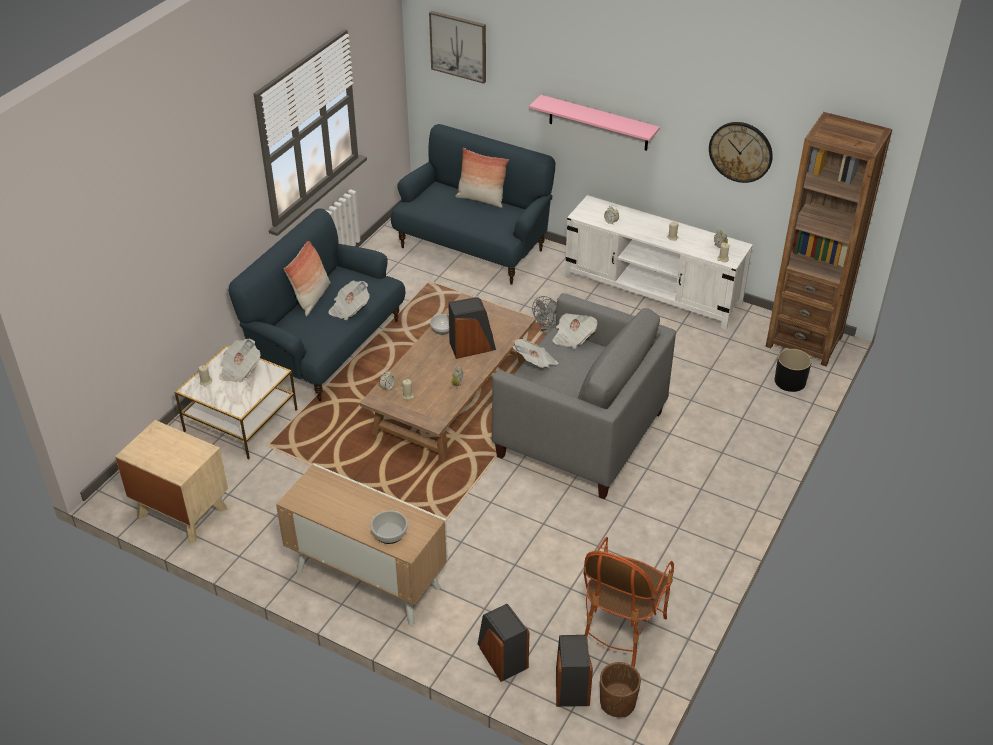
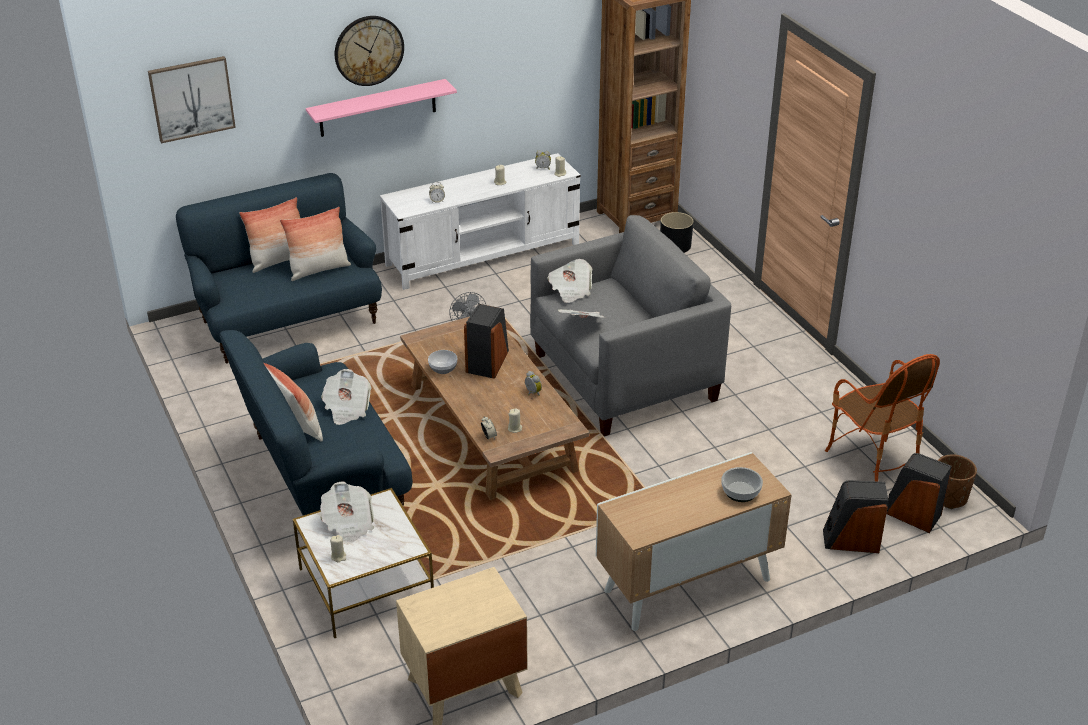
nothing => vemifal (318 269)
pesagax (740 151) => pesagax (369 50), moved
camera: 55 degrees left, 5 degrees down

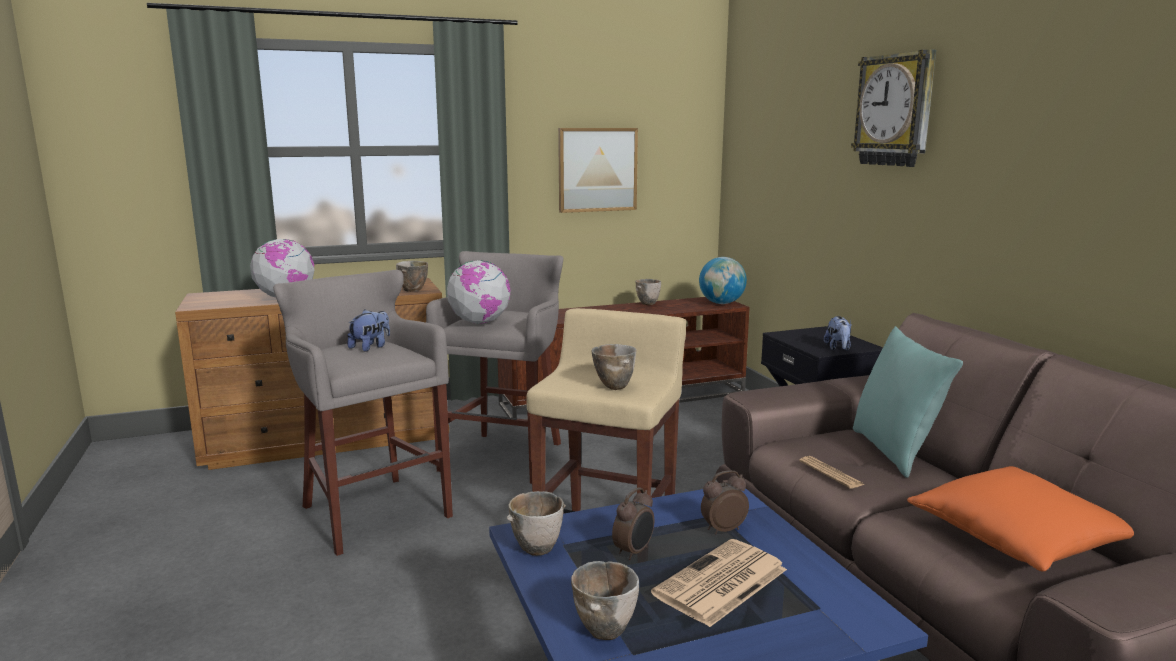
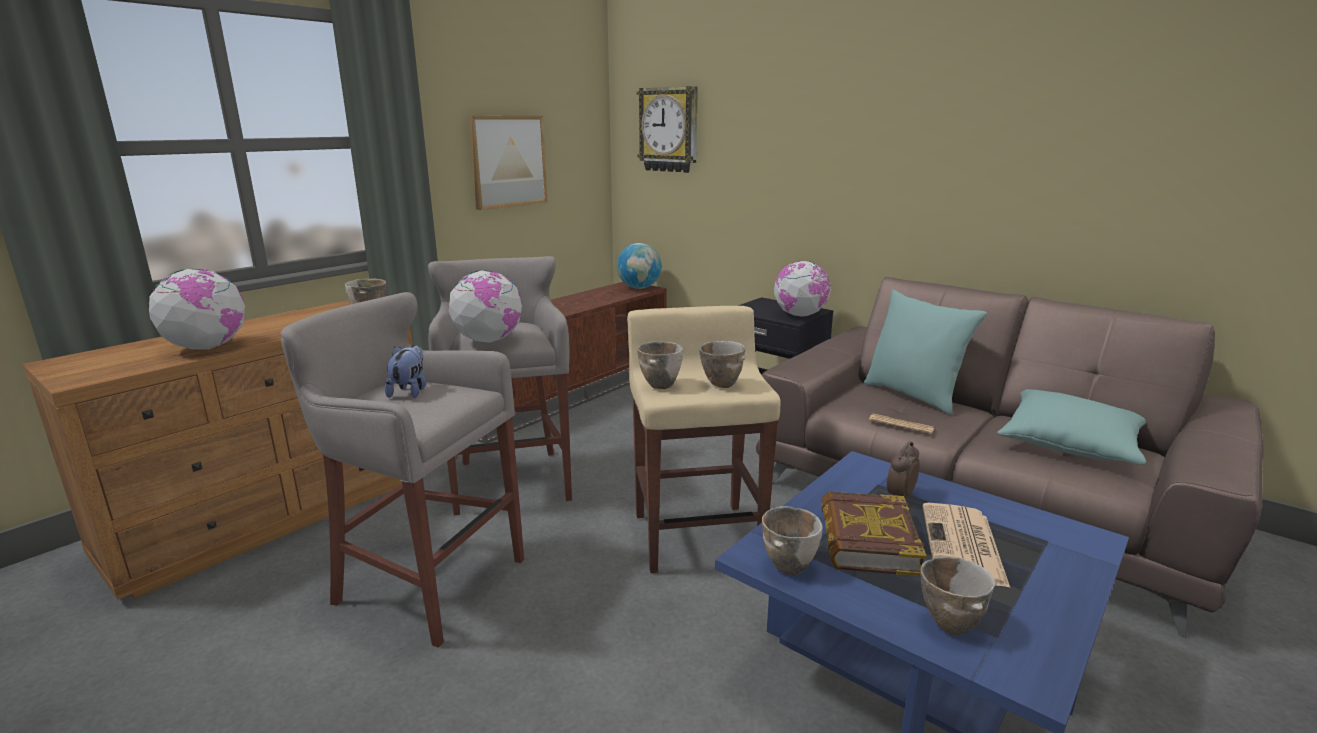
pesagax (895 110) => pesagax (669 130), moved
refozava (648 303) => refozava (661 385), moved
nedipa (838 348) => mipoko (800 315)
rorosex (634 552) => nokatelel (867 540)
orange vemifal (1019 539) => turquoise vemifal (1071 444)
camera: 30 degrees left, 5 degrees up

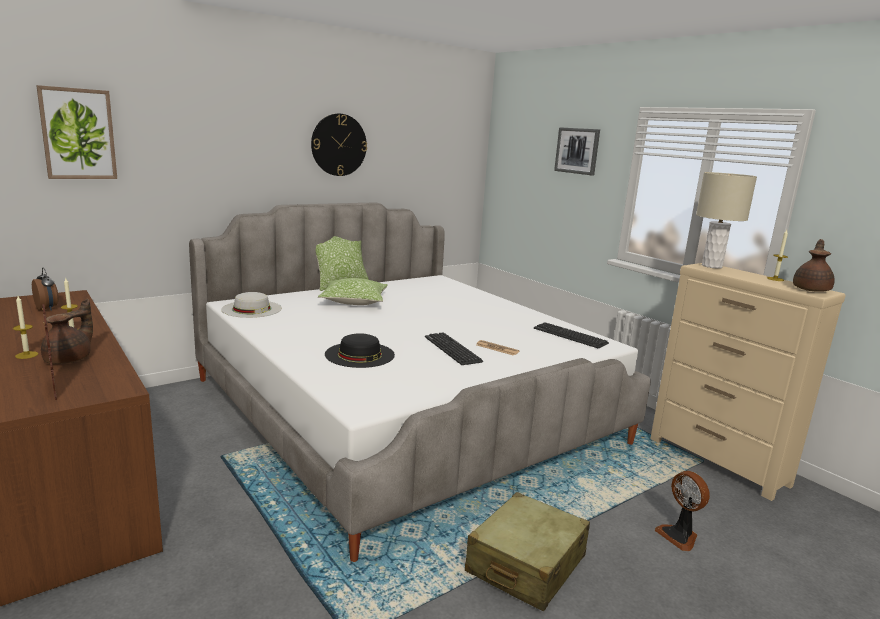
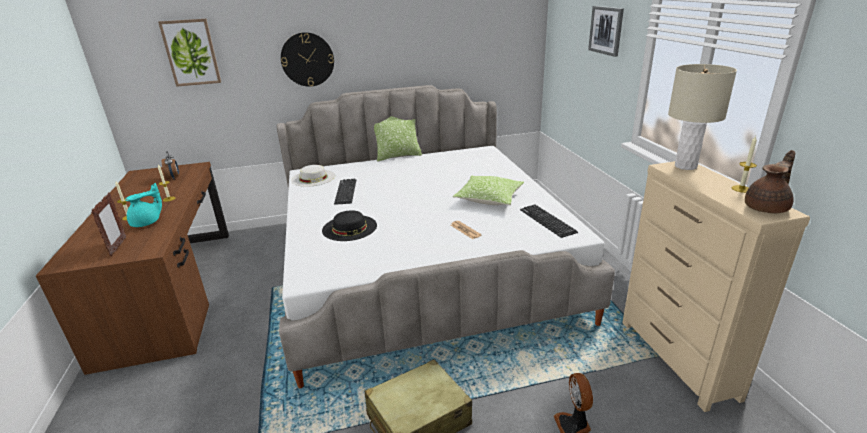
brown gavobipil (70 359) => turquoise gavobipil (147 223)
pesagax (339 145) => pesagax (307 59), moved
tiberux (452 349) => tiberux (345 192), moved
vemifal (354 301) => vemifal (489 199), moved
camera: 25 degrees right, 10 degrees up

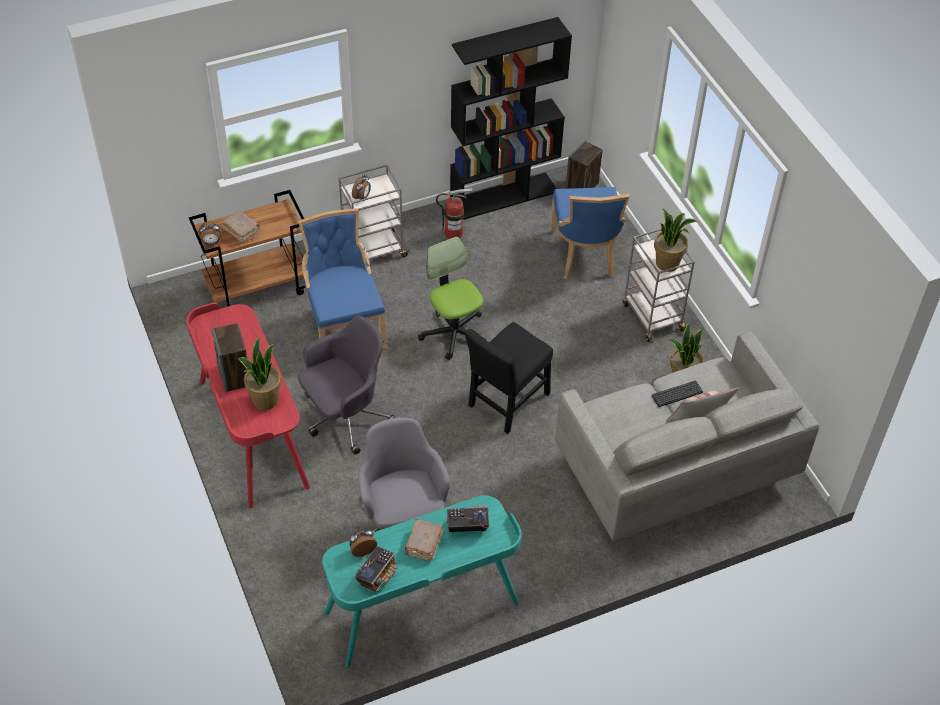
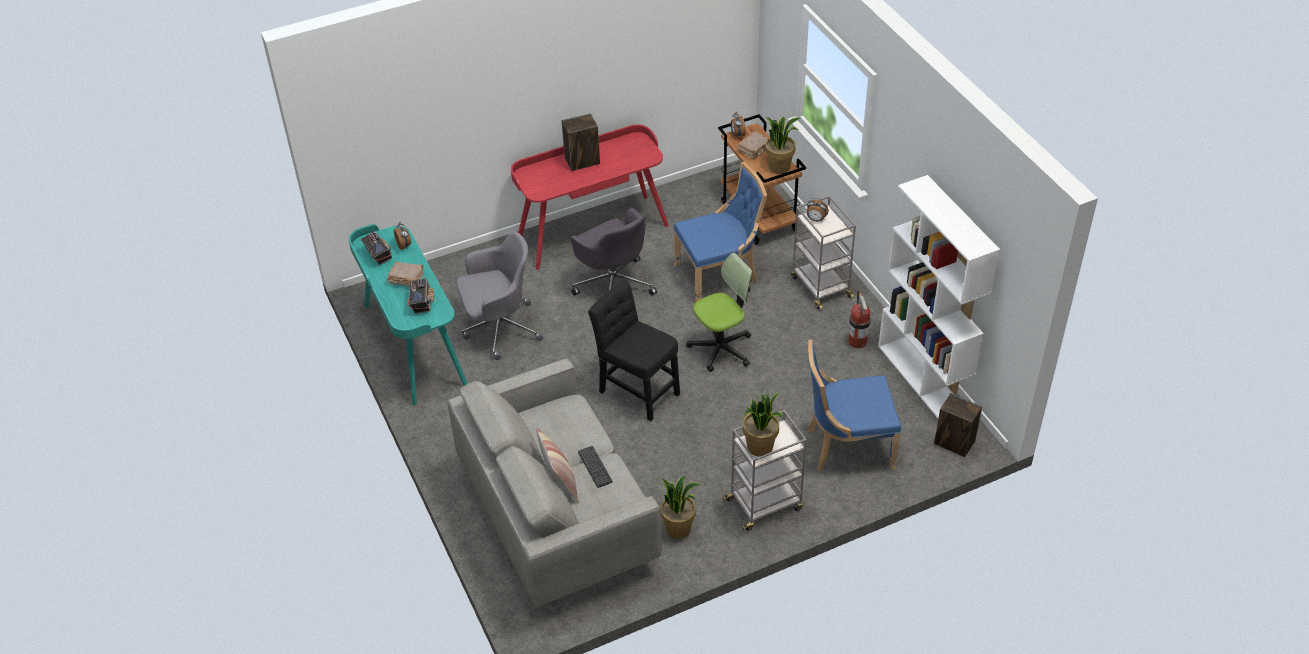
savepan (377 576) => savepan (378 255), 150 degrees counterclockwise
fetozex (265 400) => fetozex (779 167), moved
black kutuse (504 196) => white kutuse (923 378)
camera: 90 degrees right, 5 degrees down

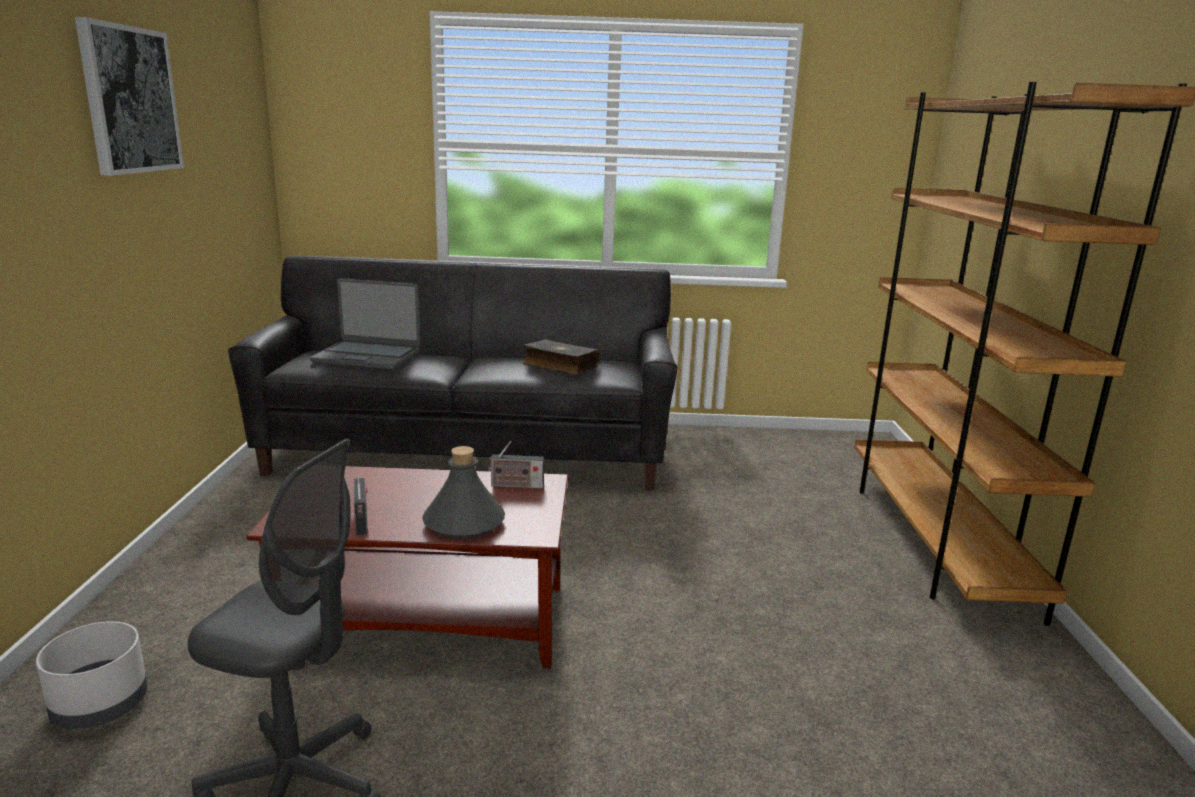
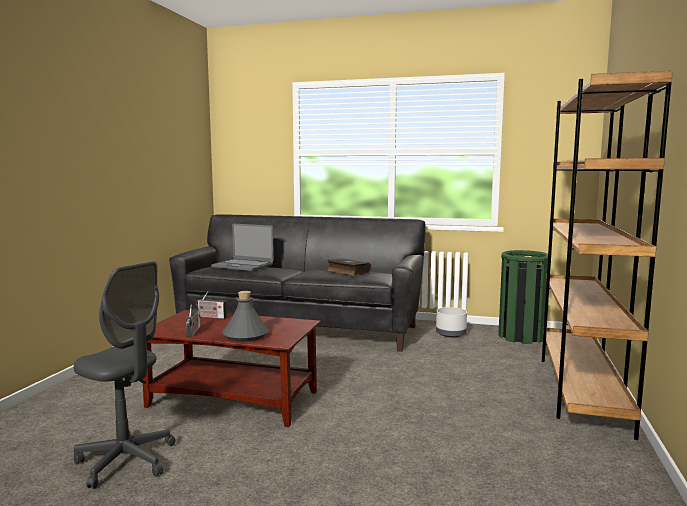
savepan (514 485) => savepan (210 317), moved
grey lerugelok (101 705) => grey lerugelok (451 334), moved
nothing => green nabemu (521 336)
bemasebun (130 100) => nothing
camera: 15 degrees right, 10 degrees down

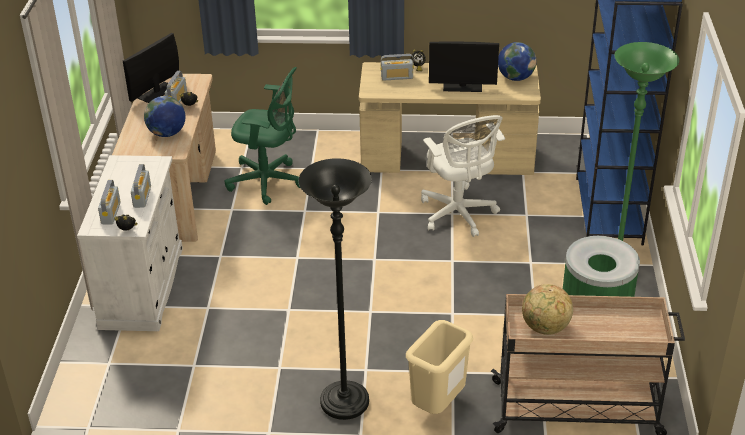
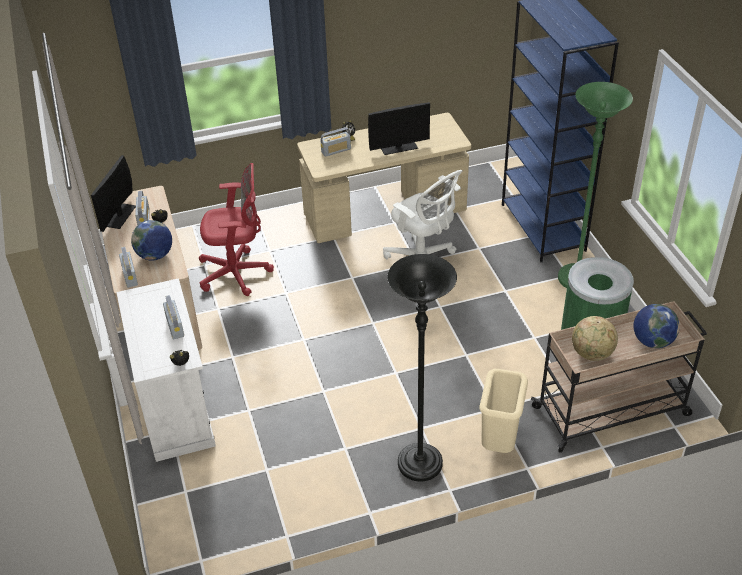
savepan (111 213) => savepan (130 276), moved
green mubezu (268 182) => red mubezu (237 273)
mipoko (515 78) => mipoko (652 341), moved
camera: 20 degrees left, 5 degrees up

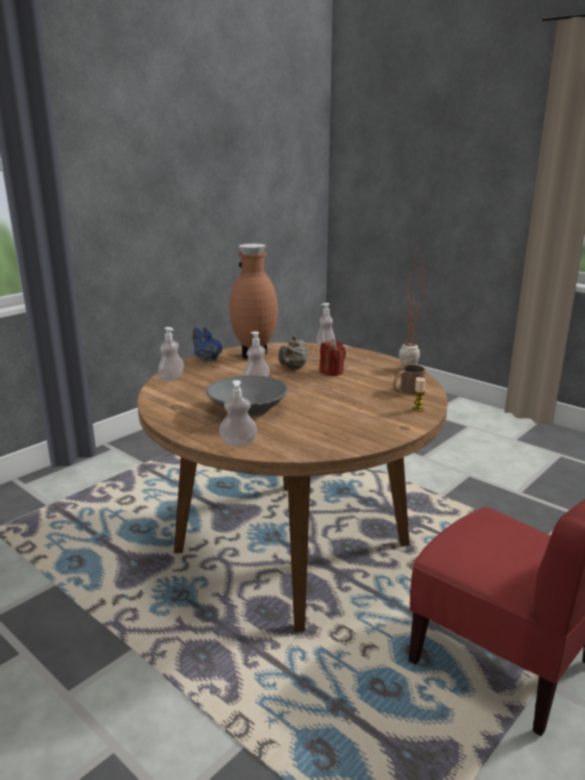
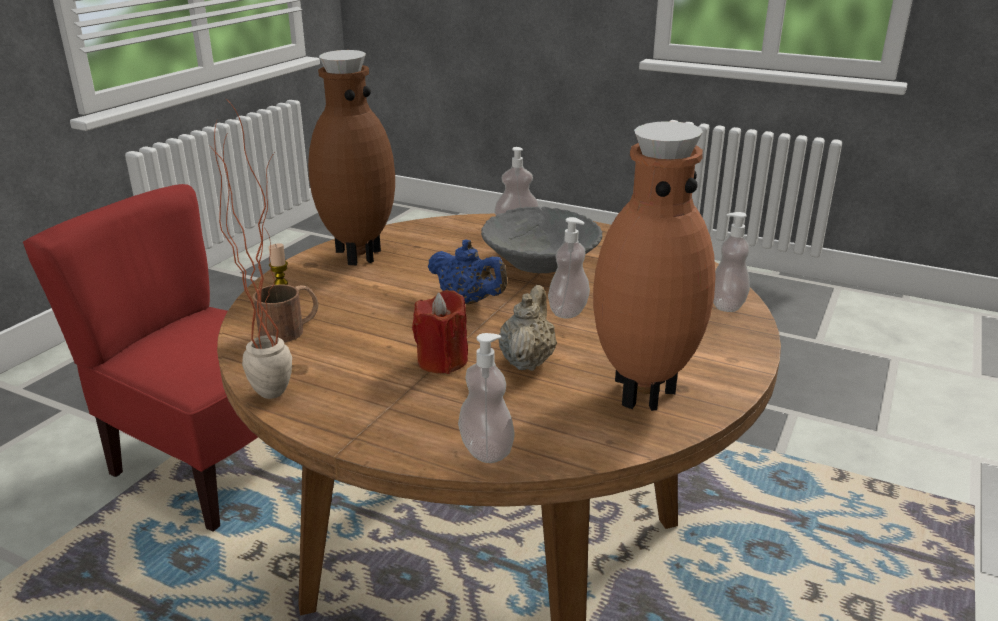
nothing => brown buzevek (357 255)
blue gavobipil (206 359) => blue gavobipil (468 301), moved
camera: 165 degrees right, 5 degrees up

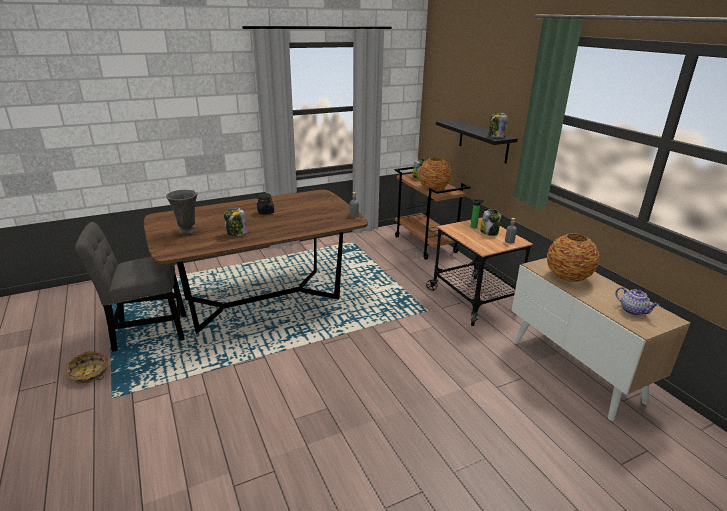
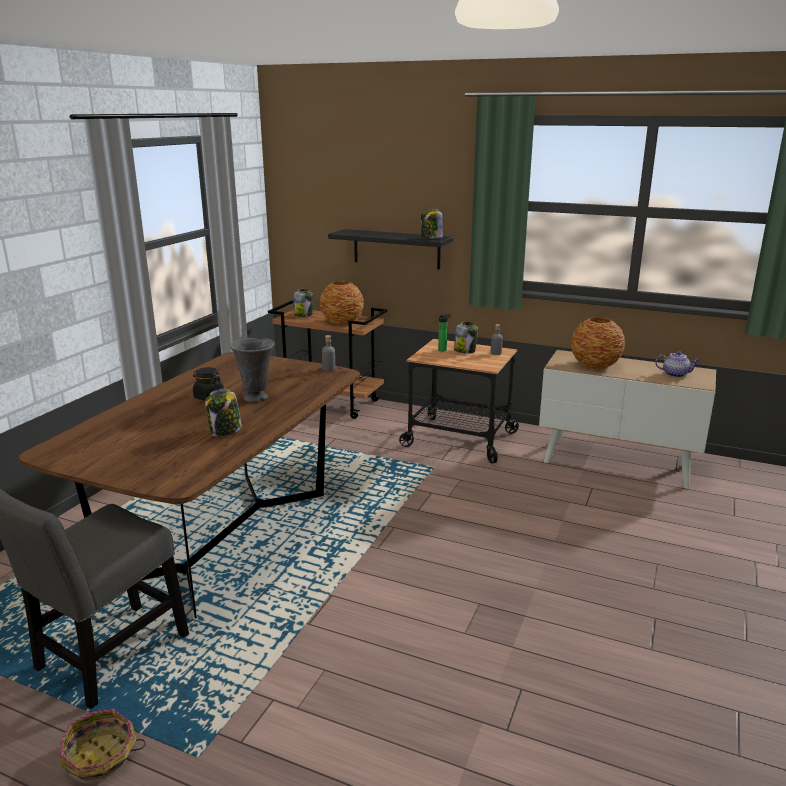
grey buzevek (188 231) => grey buzevek (257 398), moved
camera: 40 degrees left, 5 degrees down

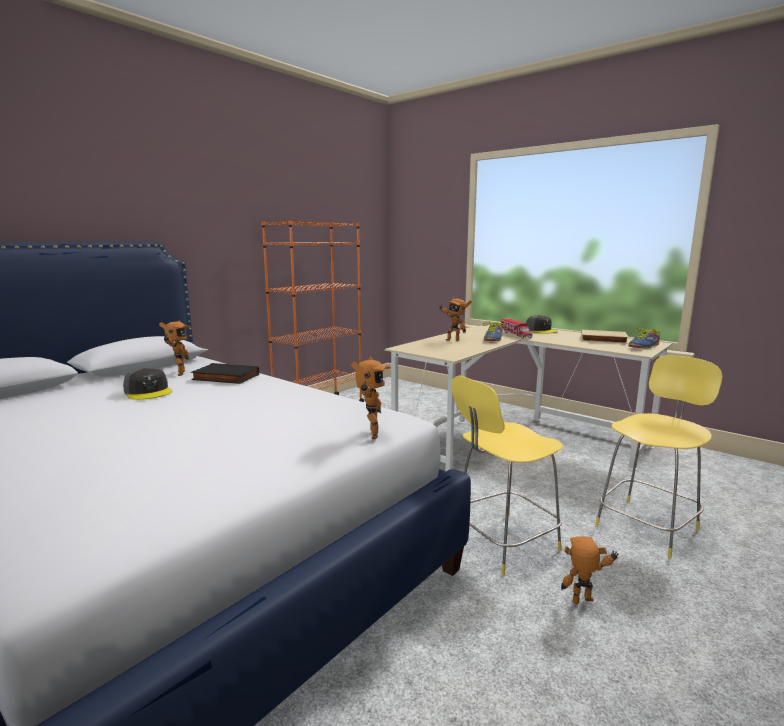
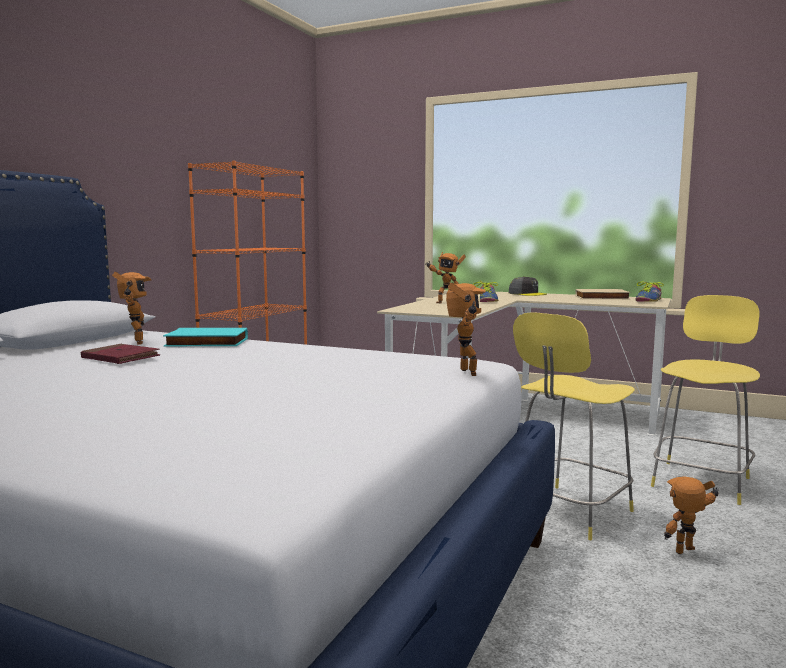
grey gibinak (148 391) => red nokatelel (120 358)
black nokatelel (224 377) => turquoise nokatelel (206 343)
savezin (515 334) => nothing
camera: 15 degrees left, 5 degrees down

